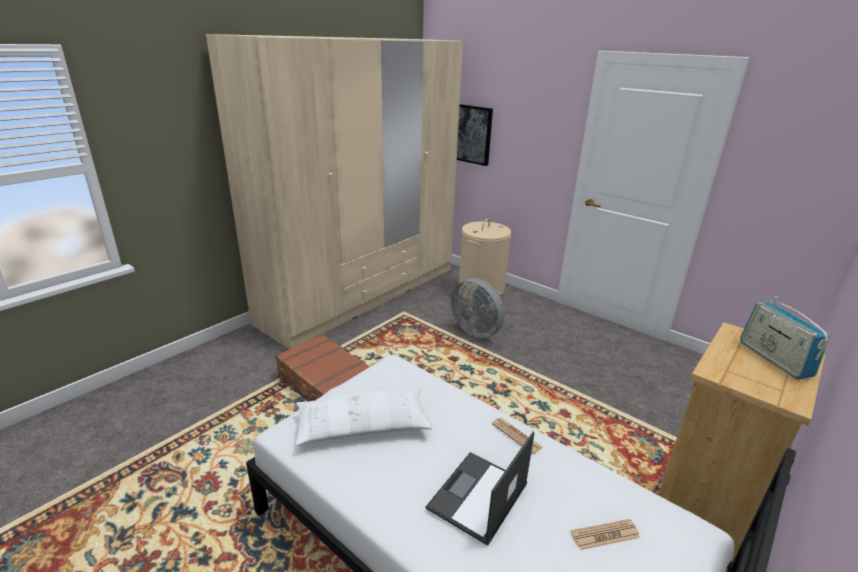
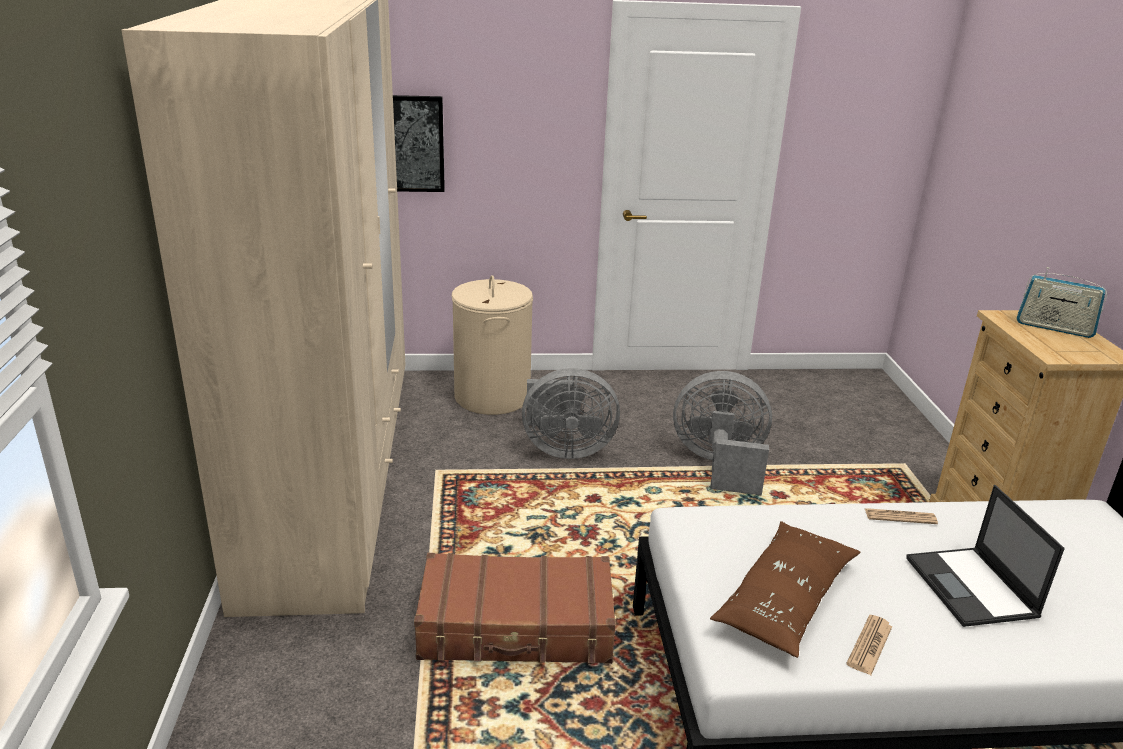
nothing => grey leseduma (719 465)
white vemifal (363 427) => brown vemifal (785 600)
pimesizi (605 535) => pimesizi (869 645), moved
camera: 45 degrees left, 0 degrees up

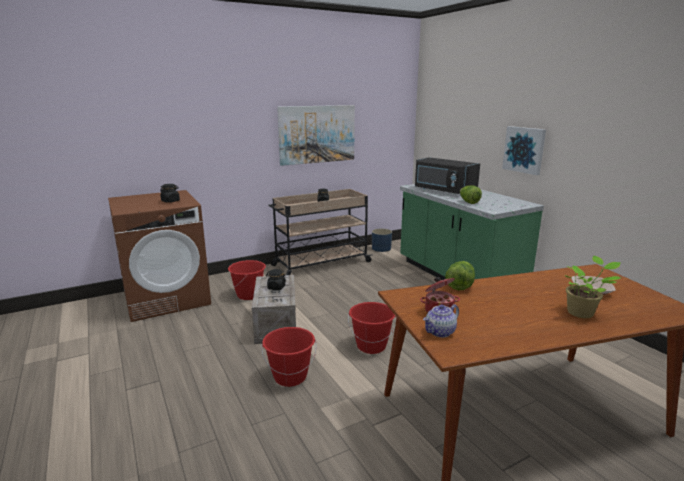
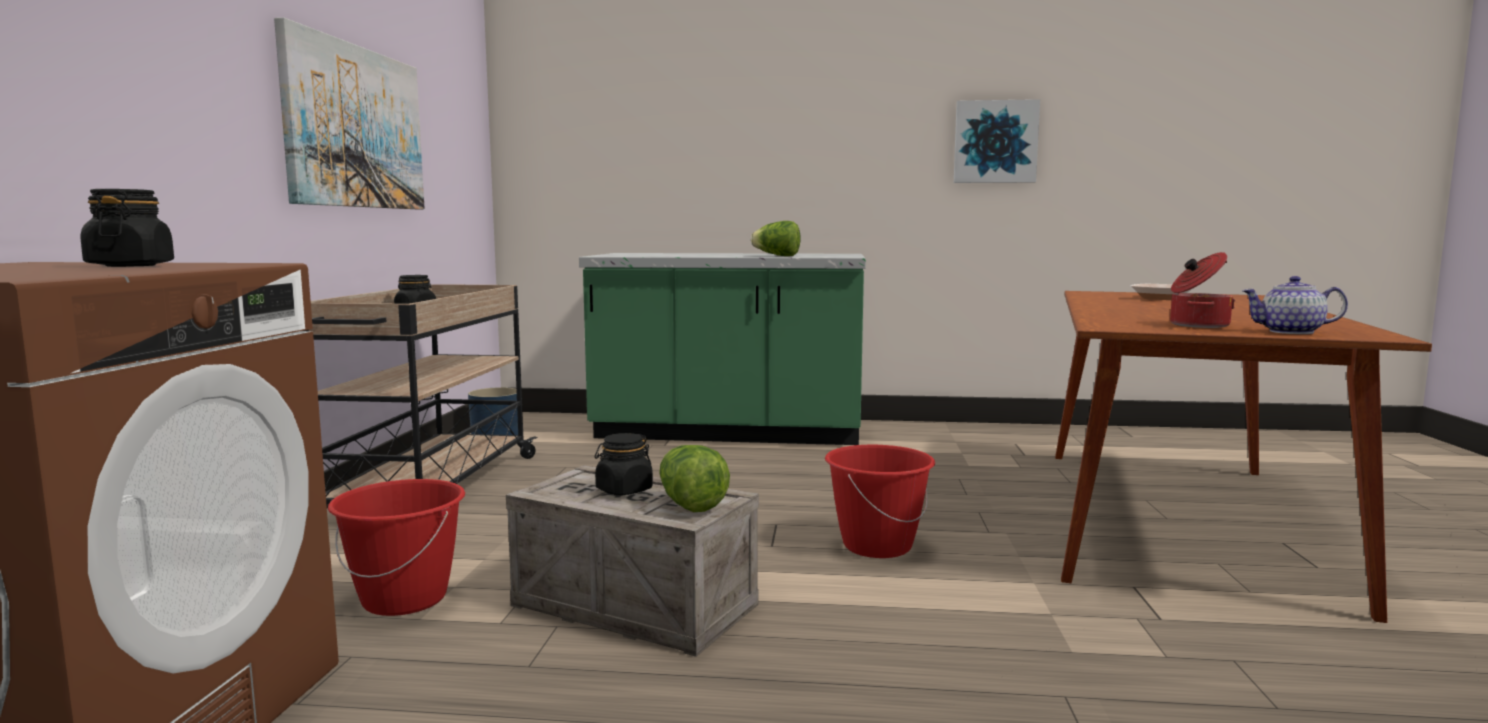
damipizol (460 285) => damipizol (689 504), moved
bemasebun (524 150) => bemasebun (995 142), moved
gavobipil (440 332) => gavobipil (1290 332), 105 degrees clockwise
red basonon (290 377) => nothing
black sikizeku (443 191) => nothing
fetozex (582 313) => nothing
camera: 55 degrees left, 10 degrees down

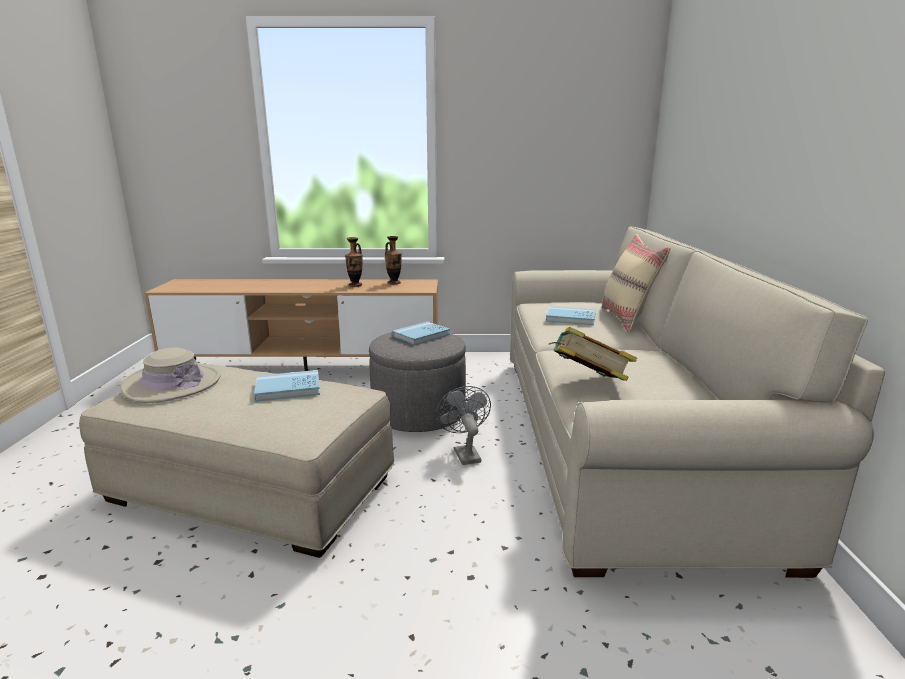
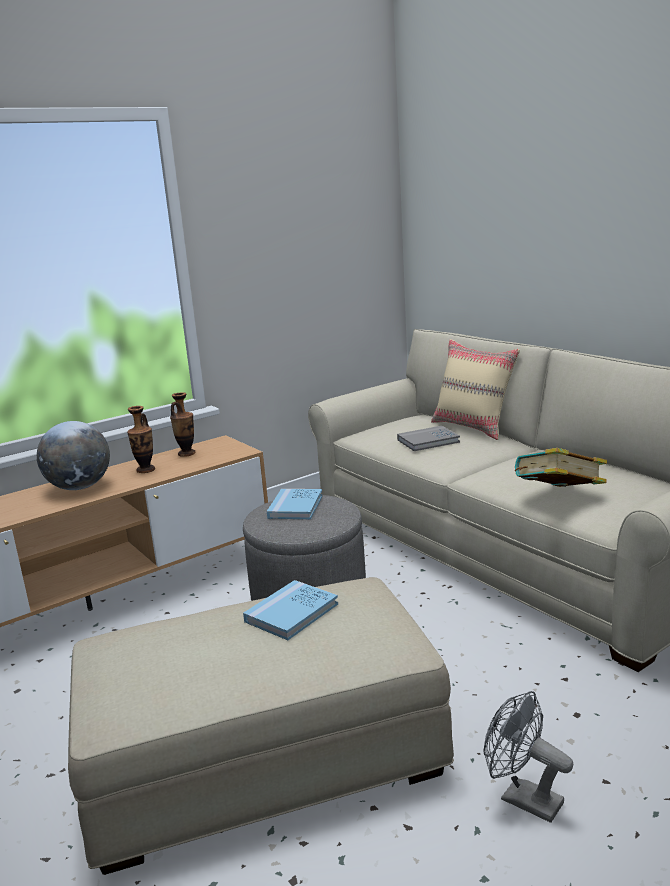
nothing => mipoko (79 487)
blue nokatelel (570 318) => grey nokatelel (428 441)
grey leseduma (464 453) => grey leseduma (522 798), moved
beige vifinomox (172 384) => nothing
camera: 35 degrees left, 0 degrees up

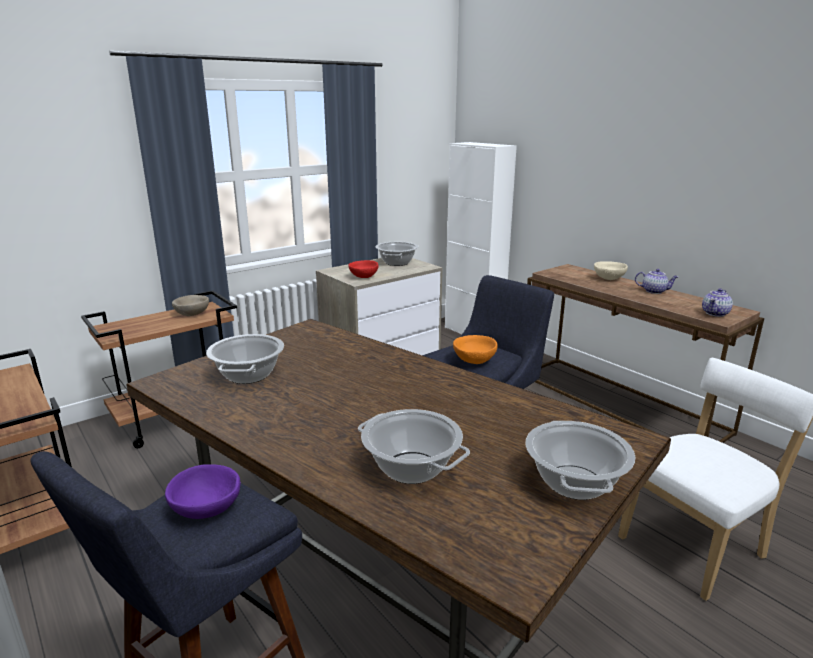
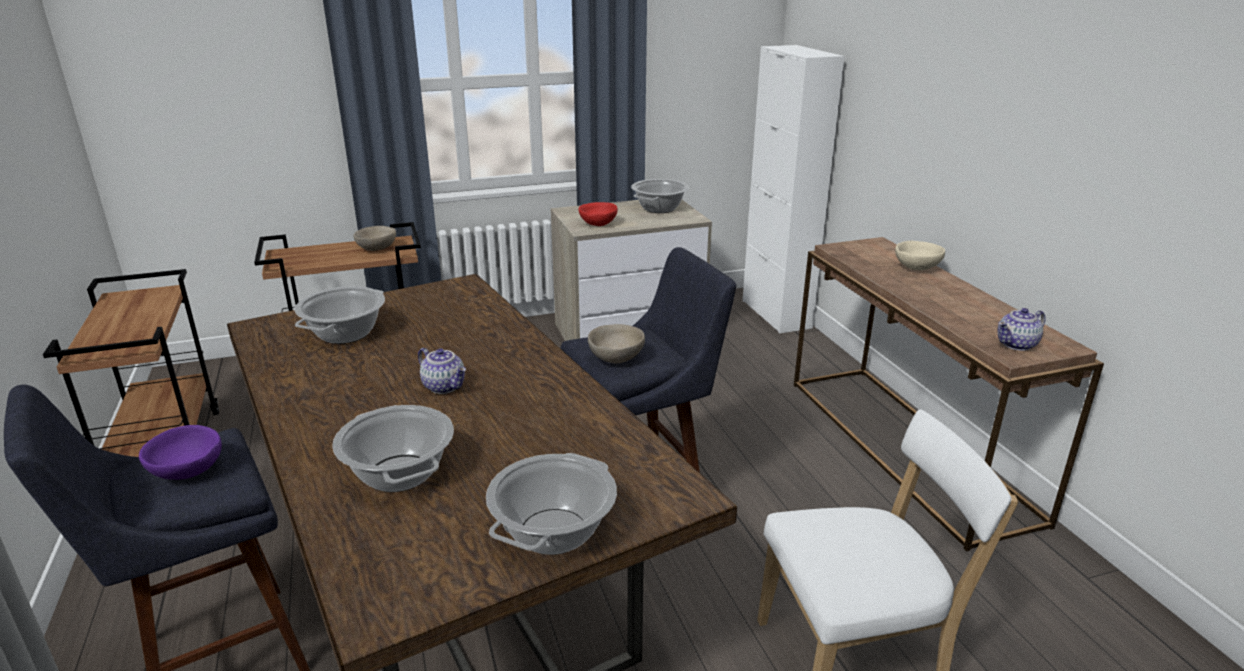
gavobipil (654 291) => gavobipil (445 386), moved
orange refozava (474 360) => beige refozava (616 358)
camera: 20 degrees right, 5 degrees up

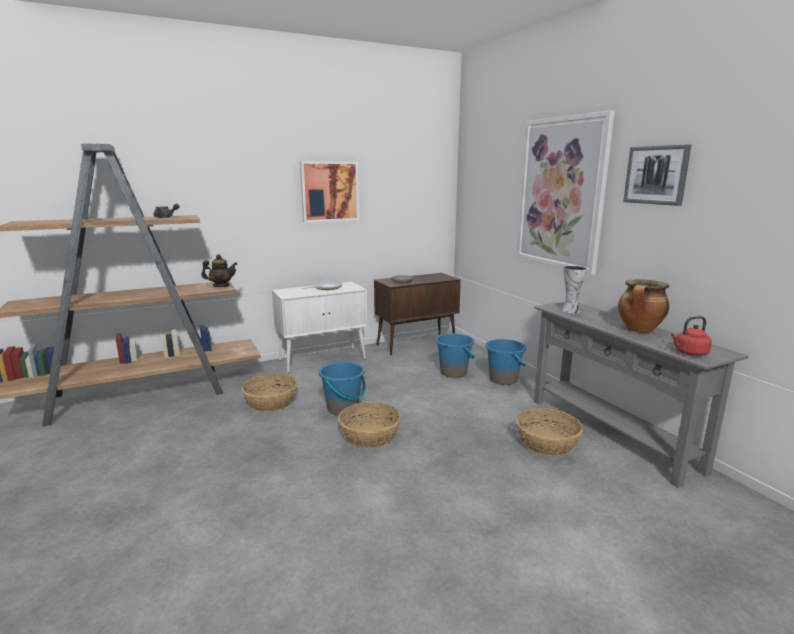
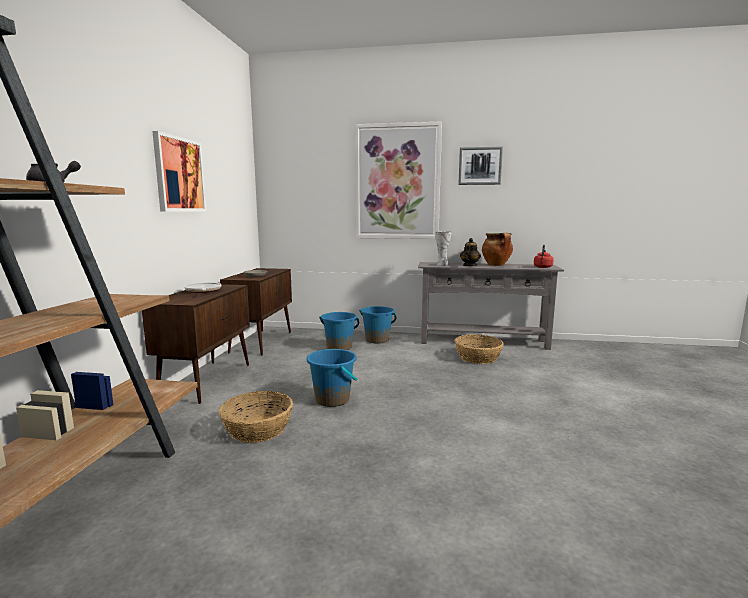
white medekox (323 359) => brown medekox (207 380)
gavobipil (221 286) => gavobipil (469 265), moved
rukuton (370 436) => nothing
camera: 55 degrees left, 5 degrees down

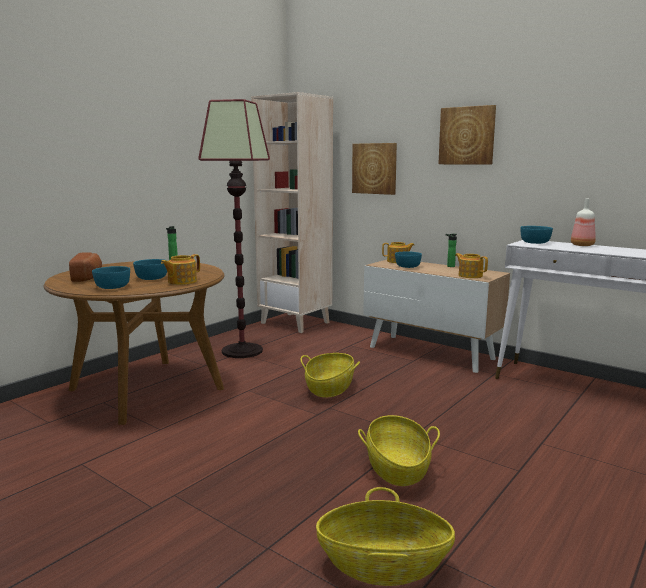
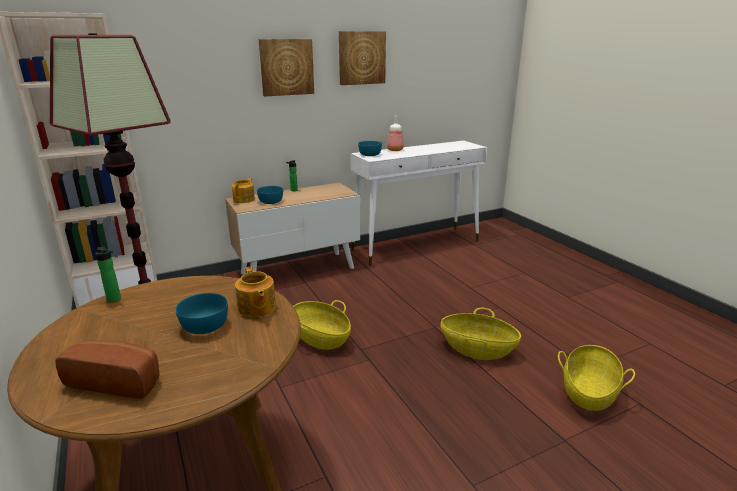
bemasebun (374 168) => bemasebun (361 58), moved
turquoise refozava (112 286) => nothing
gavobipil (470 275) => nothing
camera: 65 degrees left, 10 degrees up

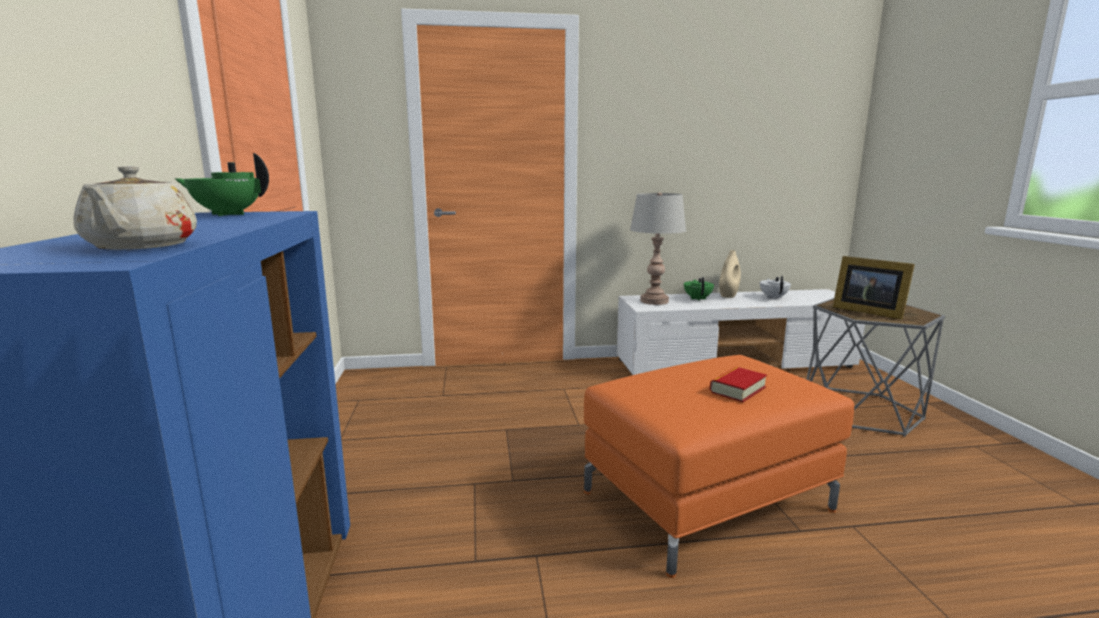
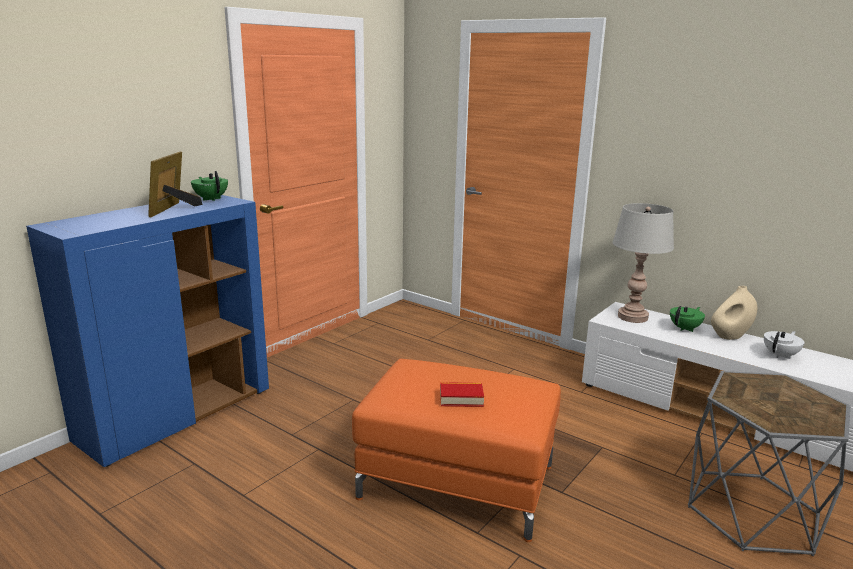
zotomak (866 311) => zotomak (173 209), moved
beige gavobipil (141 246) => nothing
camera: 45 degrees right, 5 degrees up

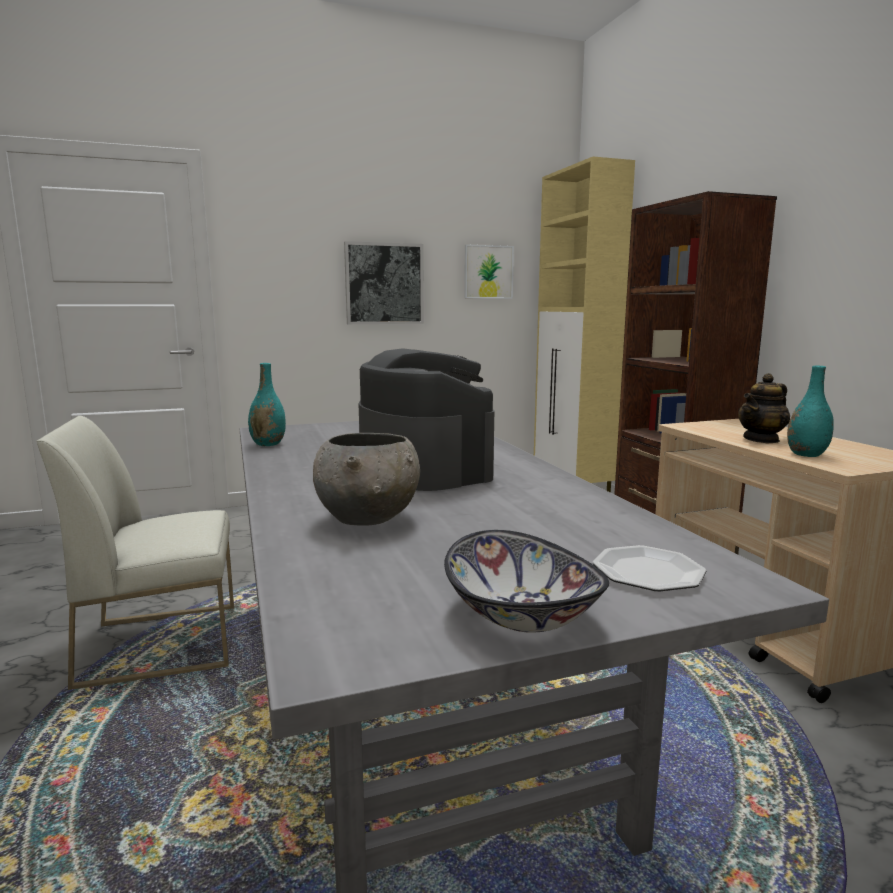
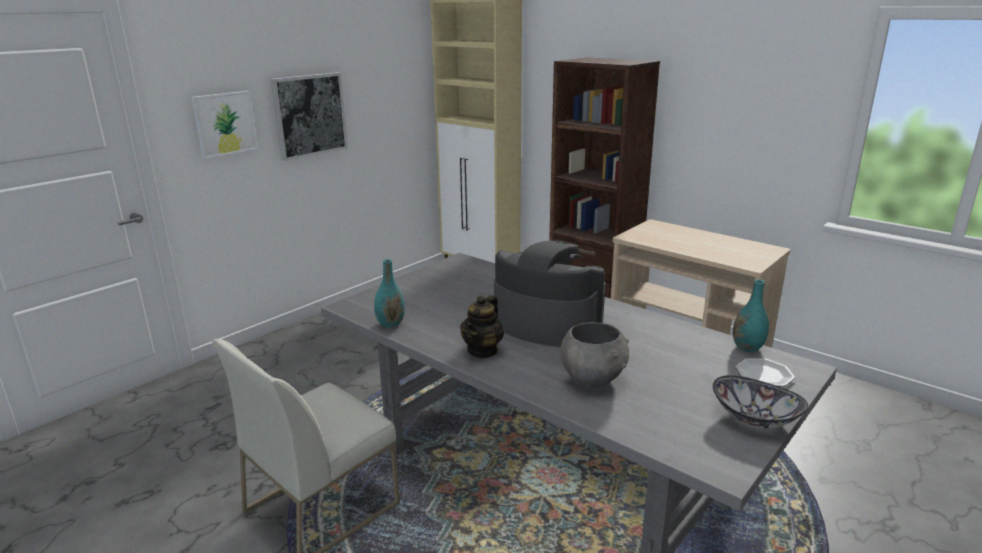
bemasebun (488 272) => bemasebun (225 124), moved
gavobipil (761 439) => gavobipil (483 350), moved
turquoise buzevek (806 454) => turquoise buzevek (747 347), moved
camera: 30 degrees left, 10 degrees up

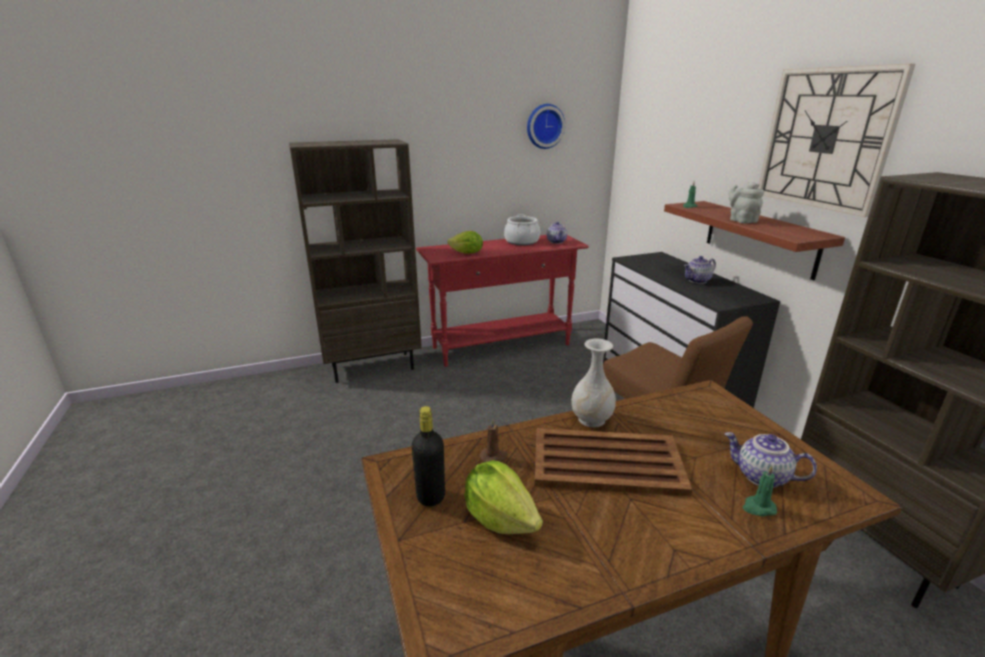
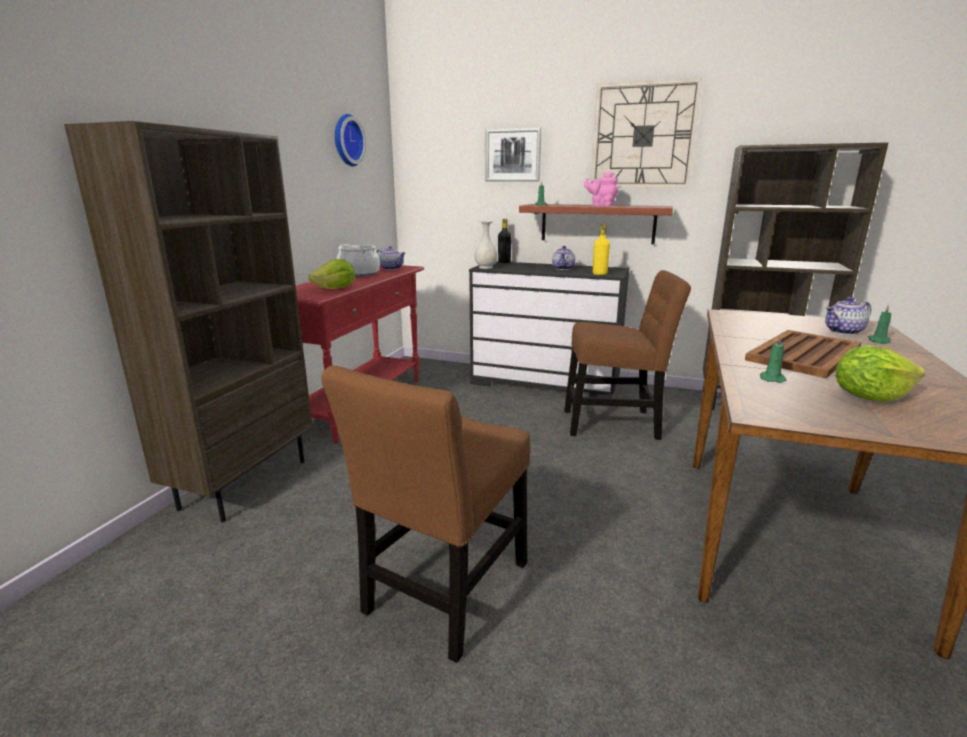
nothing => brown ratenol (444 594)
white buzevek (592 420) => white buzevek (486 267), moved
nothing => bemasebun (513 155)
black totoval (431 496) => black totoval (504 262), moved
grey gavobipil (741 220) => pink gavobipil (601 205)
nothing => yellow totoval (599 274)
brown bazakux (494 457) => green bazakux (771 378)
camera: 50 degrees left, 5 degrees down

